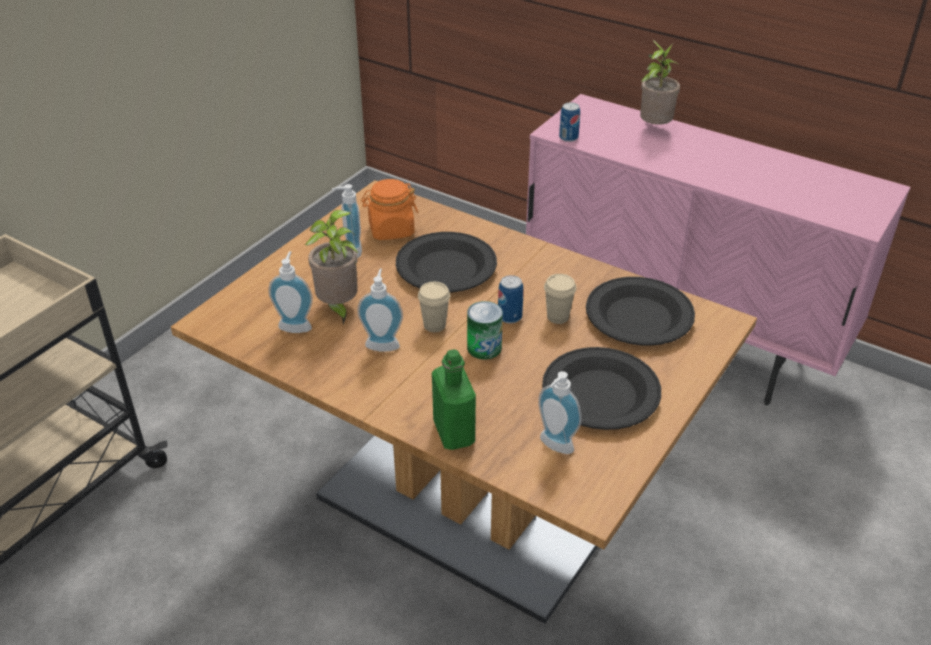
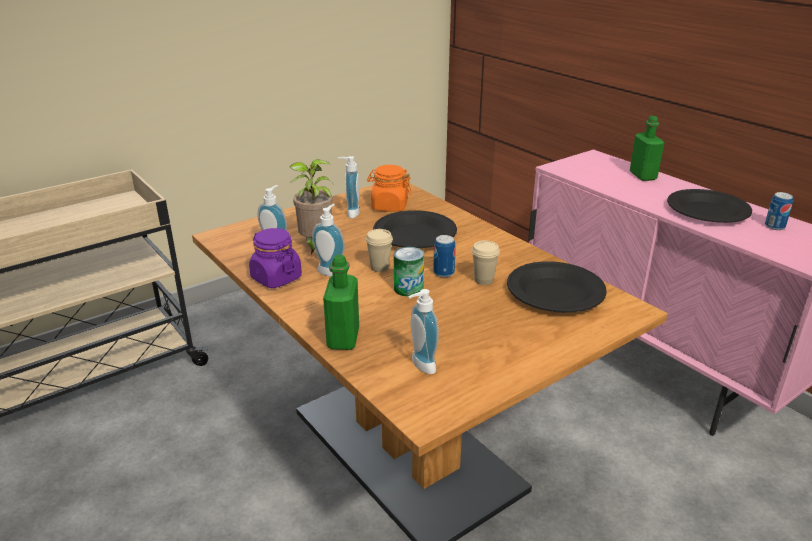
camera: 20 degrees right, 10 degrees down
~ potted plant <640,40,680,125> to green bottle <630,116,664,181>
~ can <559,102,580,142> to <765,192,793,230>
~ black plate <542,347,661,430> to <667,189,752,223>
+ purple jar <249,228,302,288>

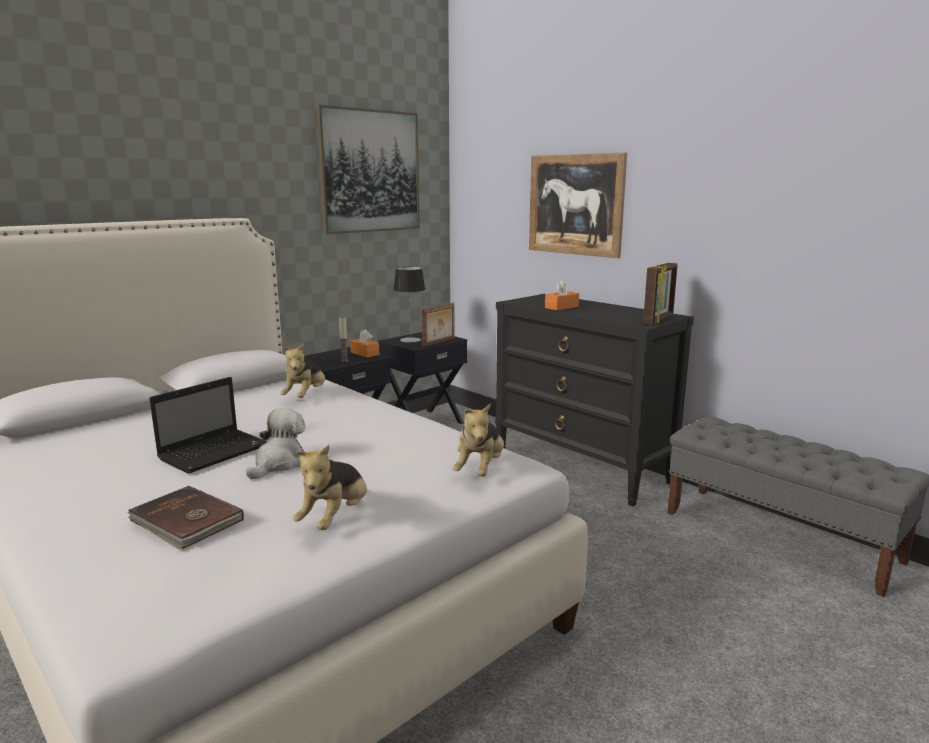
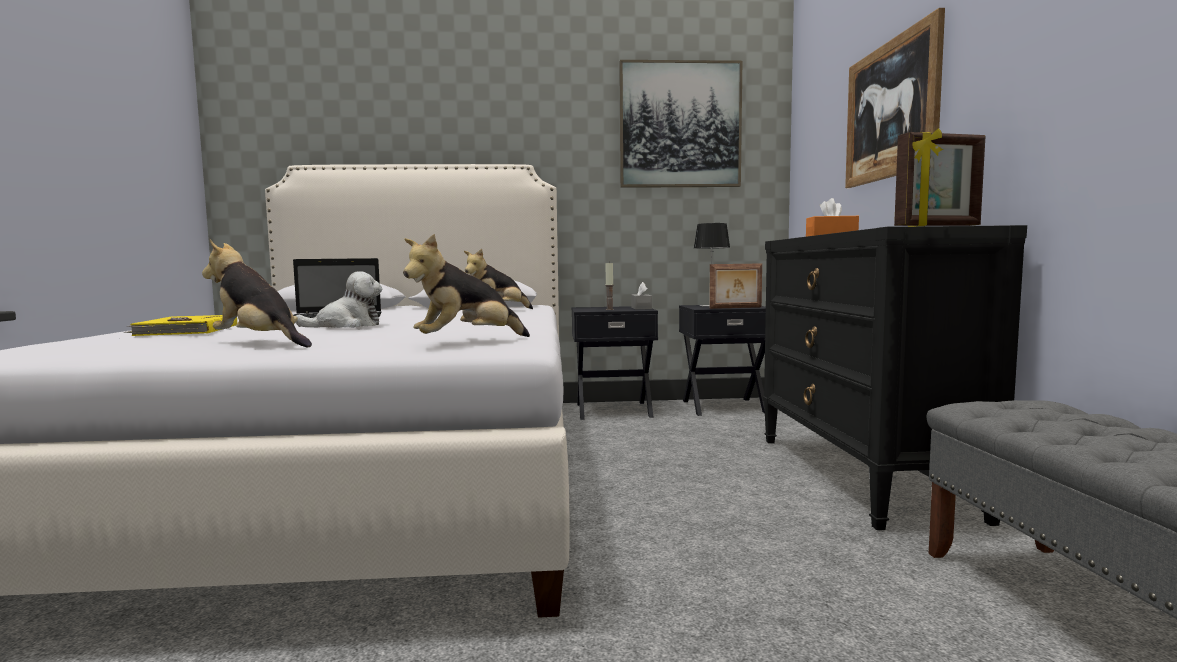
camera: 40 degrees right, 10 degrees down
~ orange tissue box <350,330,379,358> to grey tissue box <631,282,652,310>
~ plush toy <293,445,367,530> = <202,239,312,347> 60 degrees clockwise
~ brown book <127,486,244,549> to yellow book <124,315,237,336>

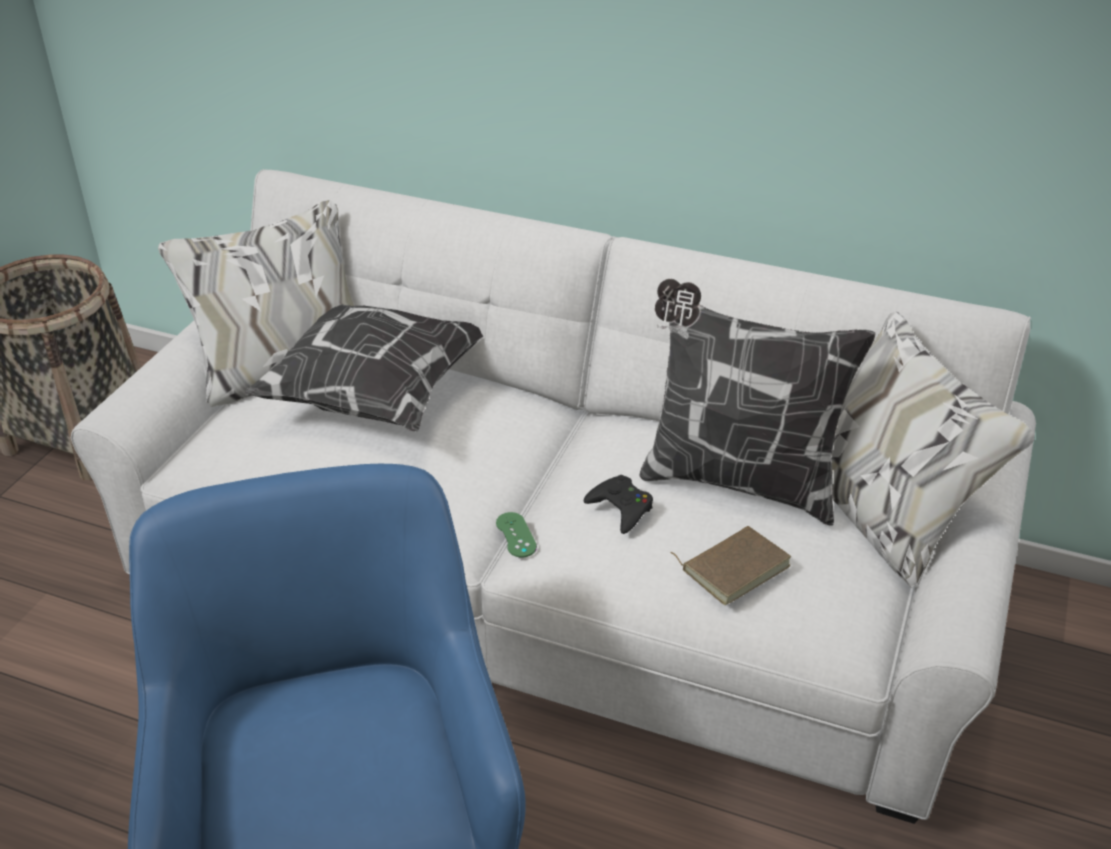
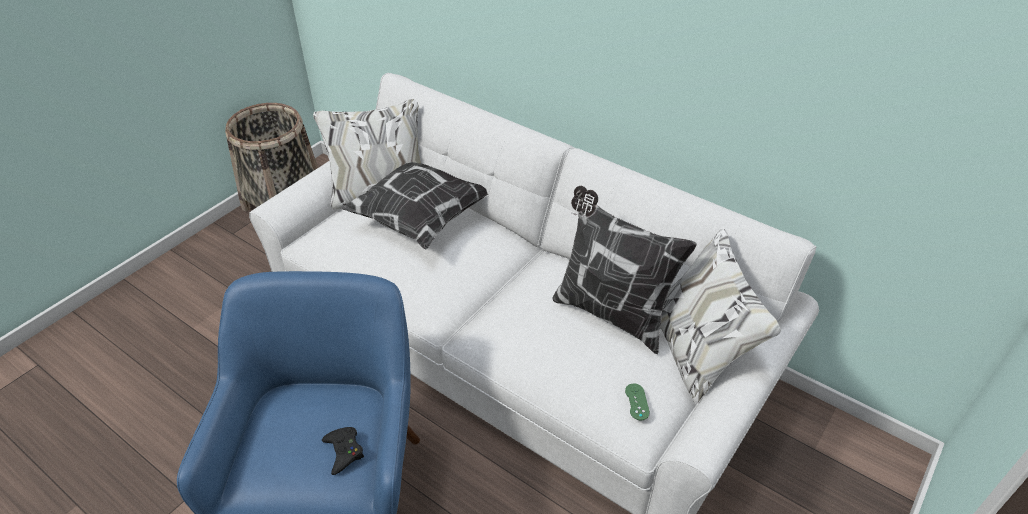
camera: 15 degrees right, 5 degrees up
~ black game controller <584,475,653,534> to <322,427,364,475>
~ green game controller <496,512,537,558> to <625,383,650,420>
- brown book <670,526,791,605>

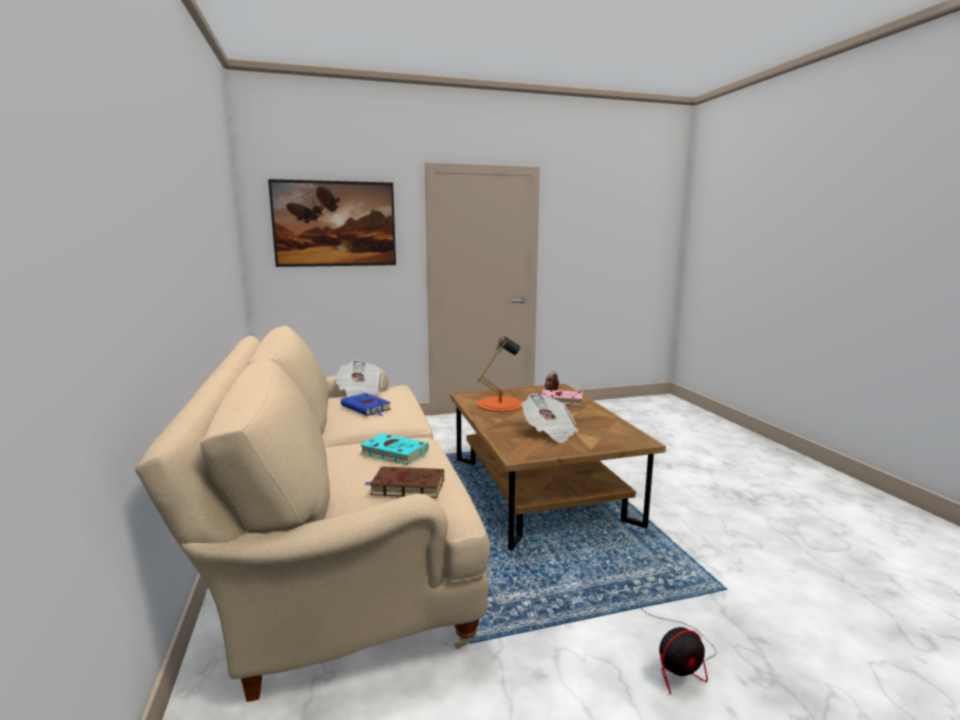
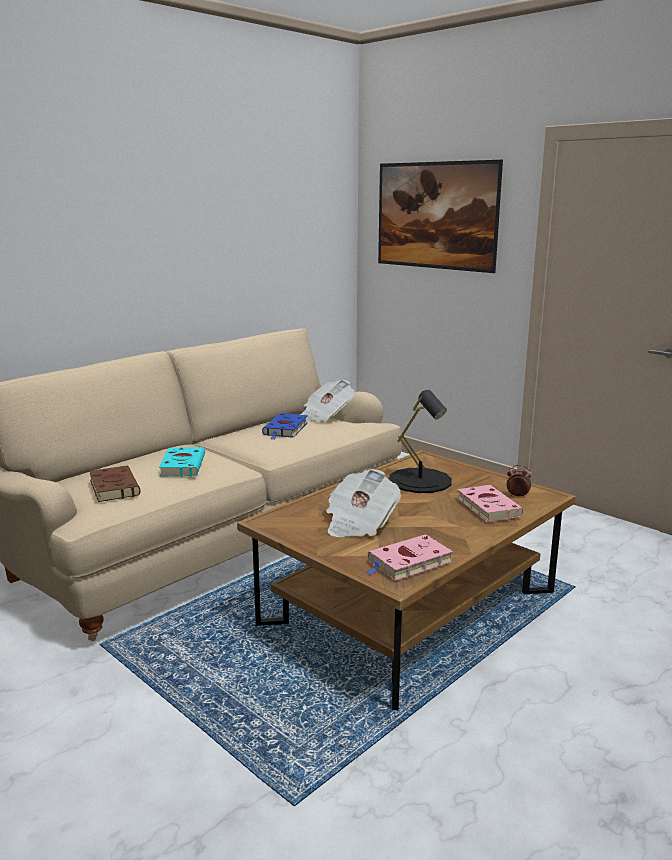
camera: 60 degrees right, 5 degrees up
~ orange table lamp <477,336,522,412> to black table lamp <389,390,452,493>
- fan <643,610,716,694>
+ pink book <366,534,453,581>

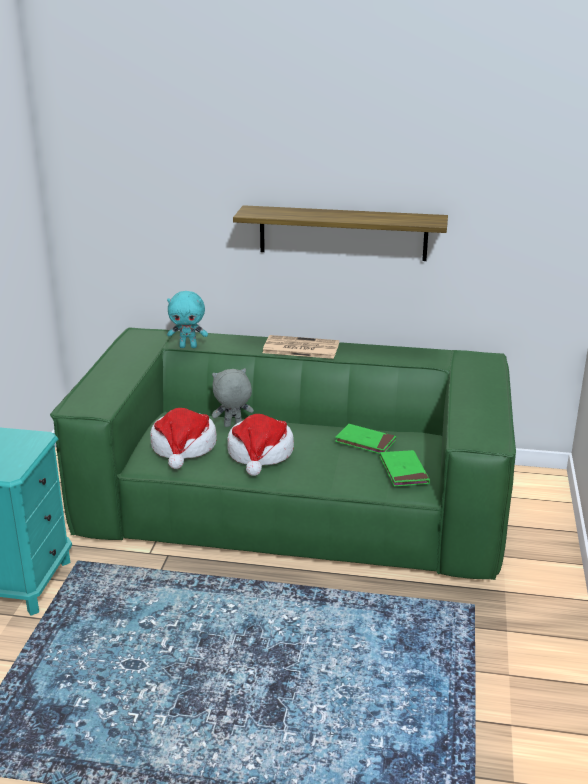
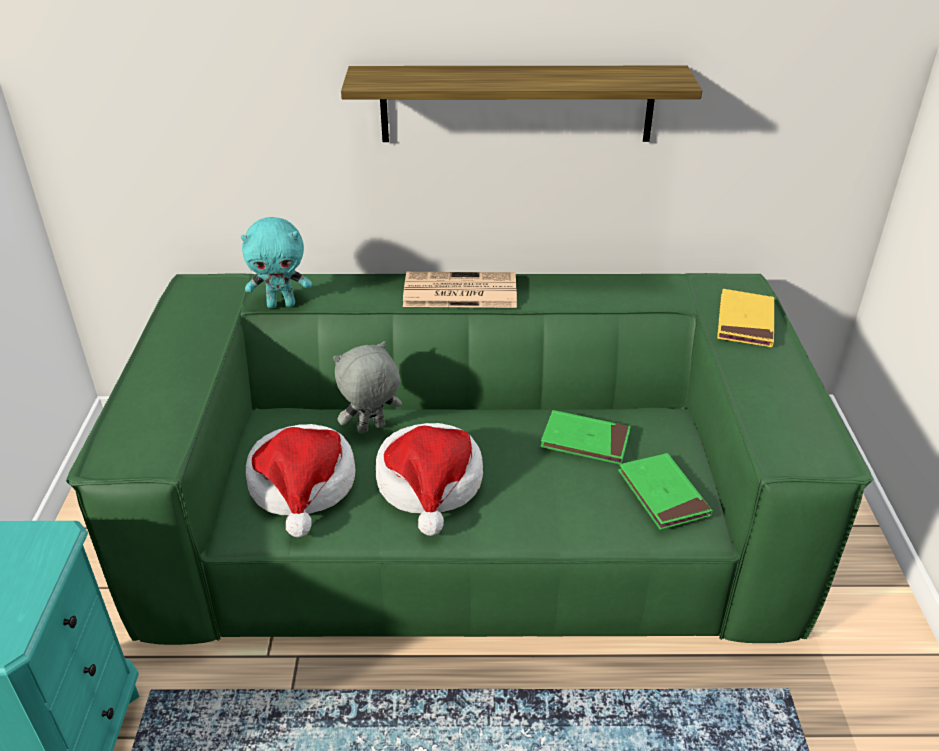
camera: 10 degrees left, 10 degrees up
+ yellow book <717,289,774,347>

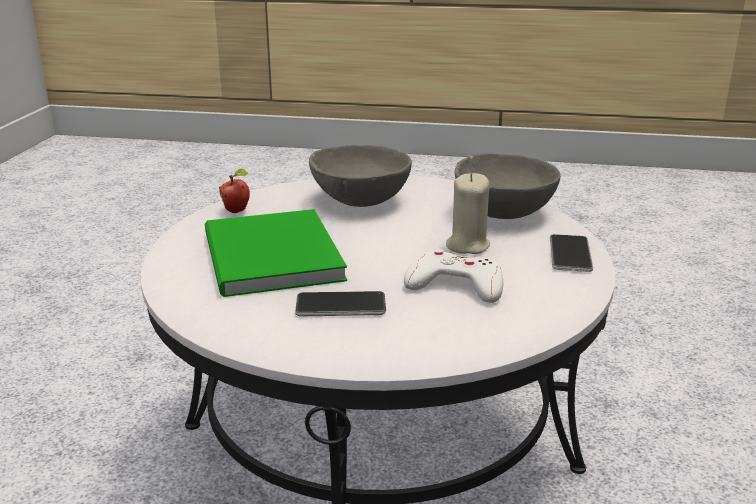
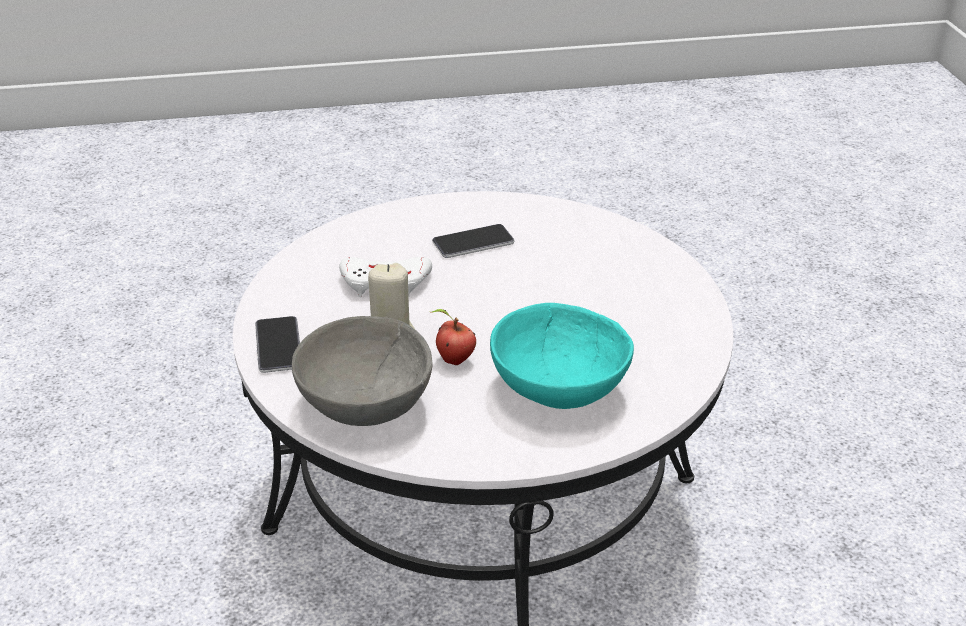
camera: 160 degrees right, 10 degrees up
~ grey bowl <309,145,412,207> to turquoise bowl <490,303,634,409>
~ apple <219,169,250,213> to <431,309,476,365>
- green book <205,209,347,297>

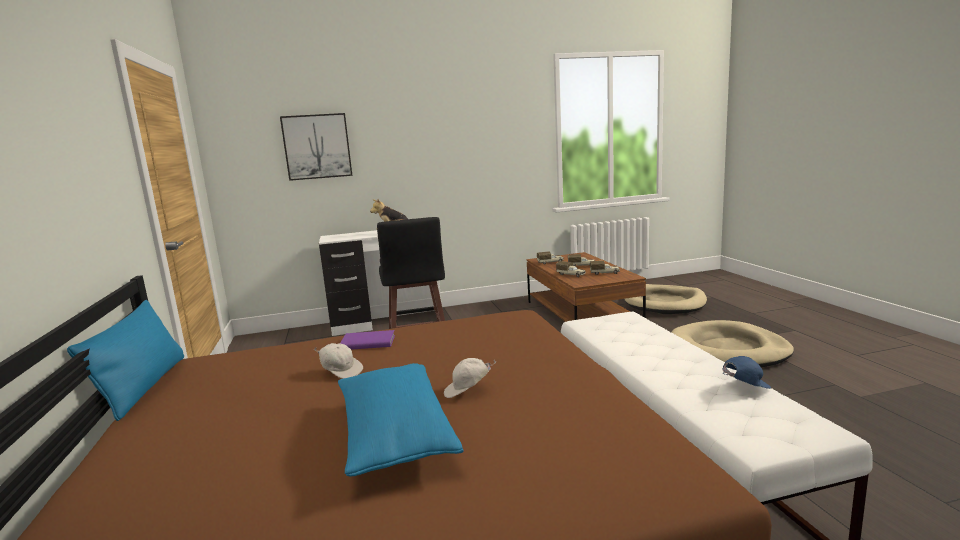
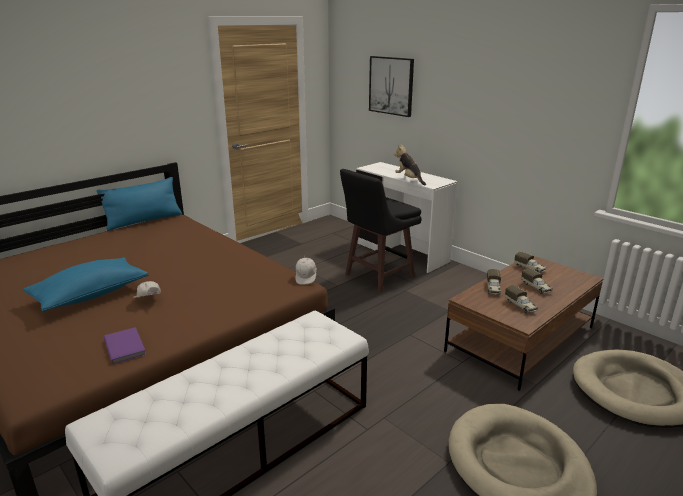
camera: 60 degrees right, 10 degrees up
~ purple book <340,330,395,350> to <104,327,146,364>
~ white cap <314,343,363,379> to <295,256,317,285>
- blue cap <722,356,771,389>

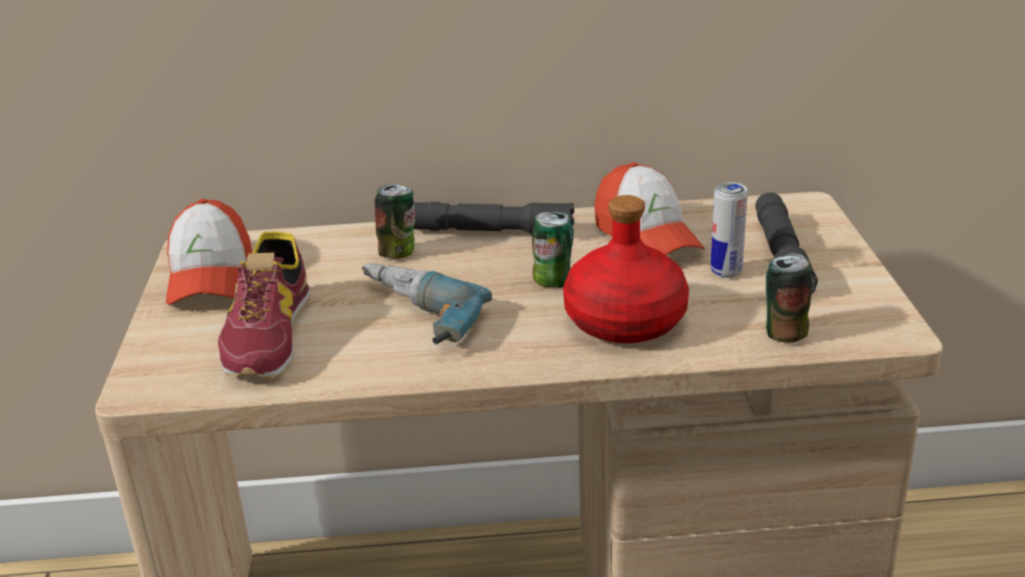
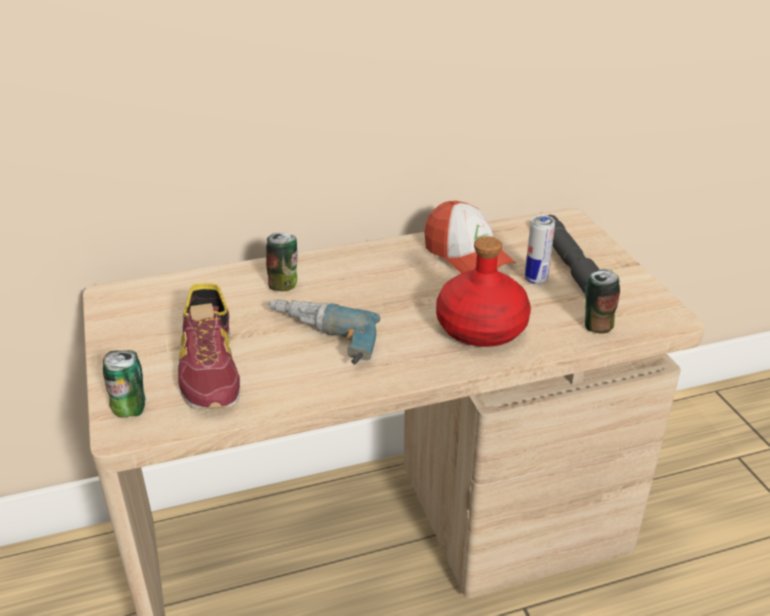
camera: 15 degrees left, 5 degrees up
- cap <166,199,252,305>
- grey flashlight <414,202,574,234>
~ can <532,211,574,287> to <103,350,145,418>

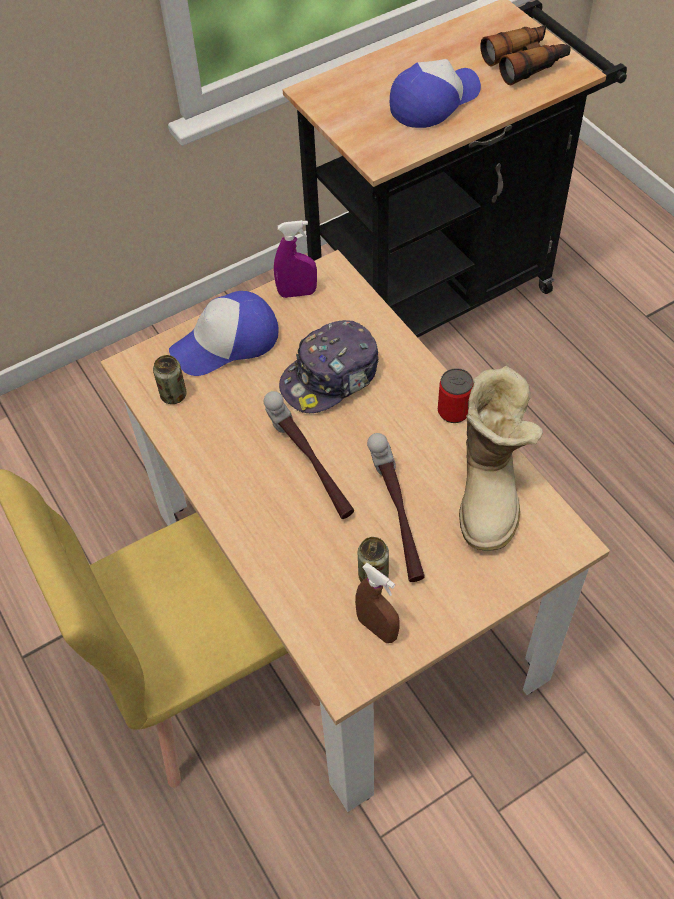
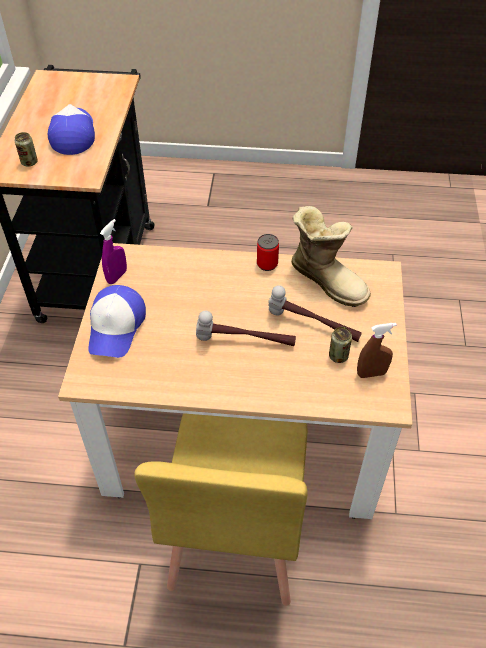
camera: 55 degrees left, 5 degrees down
- binoculars <480,25,571,85>
- cap <279,320,379,413>
~ can <153,355,187,404> to <15,132,38,166>

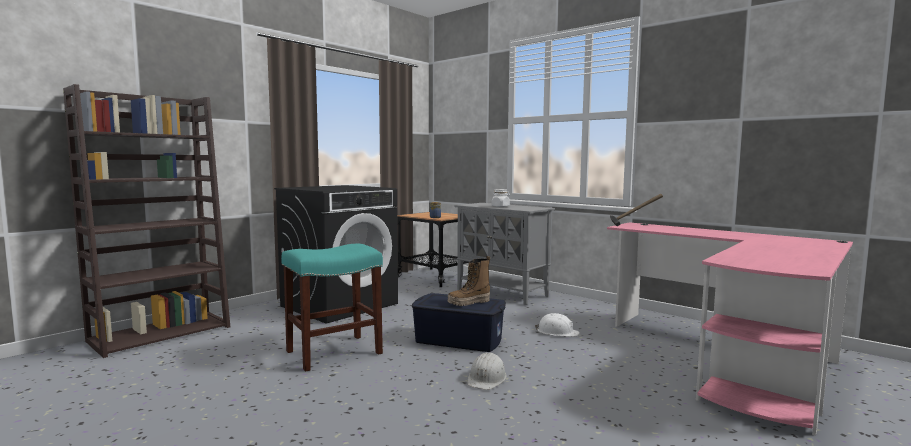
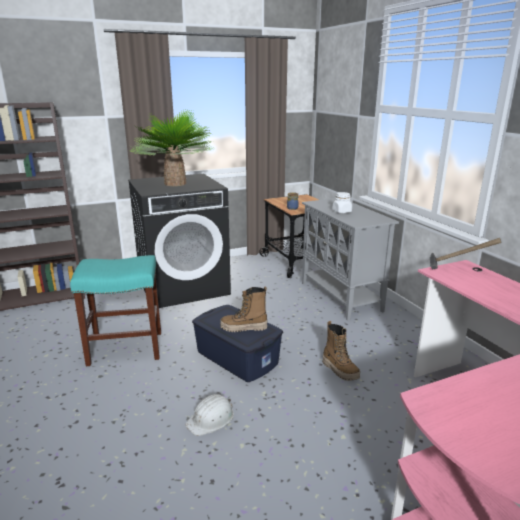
camera: 25 degrees right, 15 degrees up
~ white hard hat <535,313,580,337> to boot <322,321,360,381>
+ potted plant <130,109,214,186>

